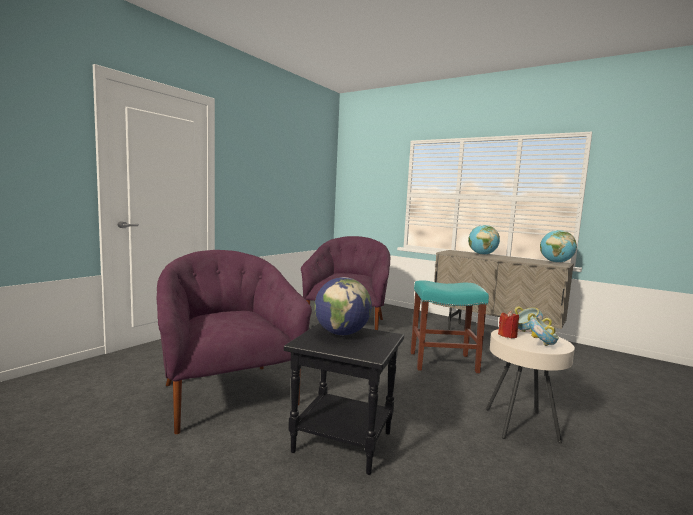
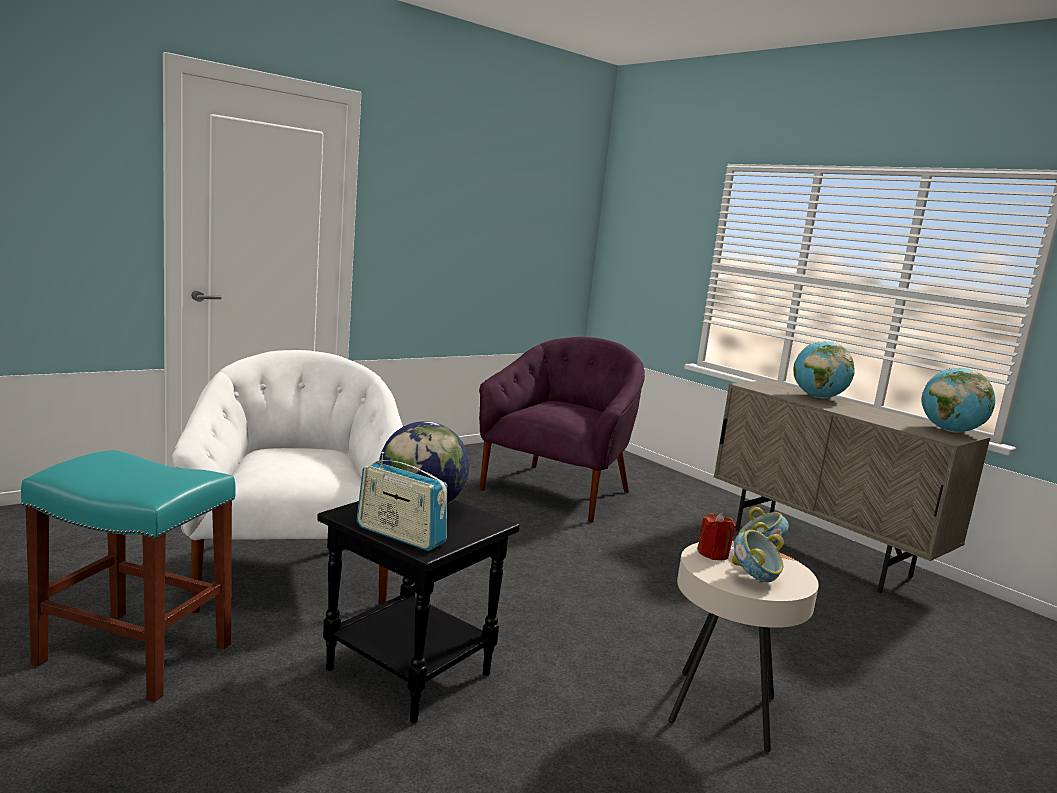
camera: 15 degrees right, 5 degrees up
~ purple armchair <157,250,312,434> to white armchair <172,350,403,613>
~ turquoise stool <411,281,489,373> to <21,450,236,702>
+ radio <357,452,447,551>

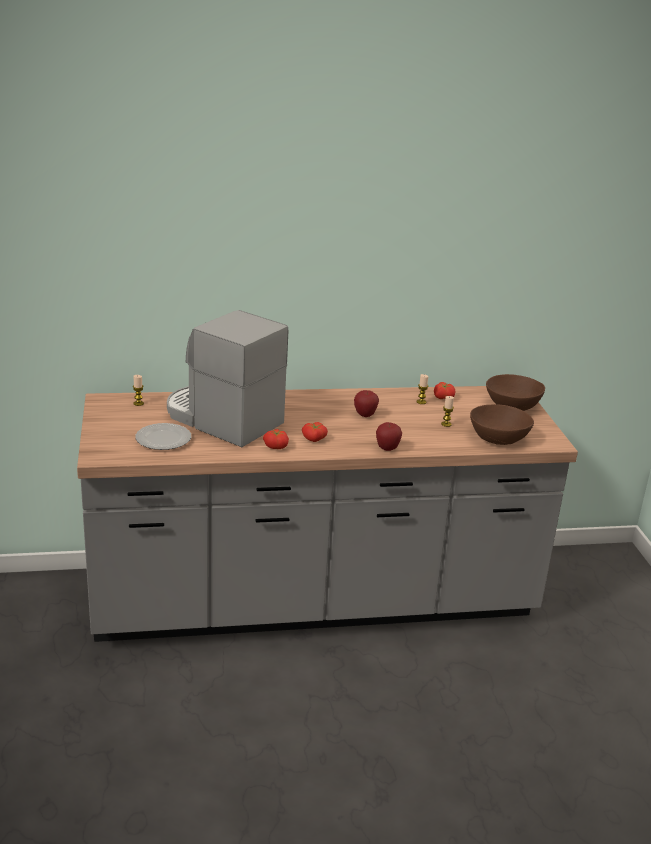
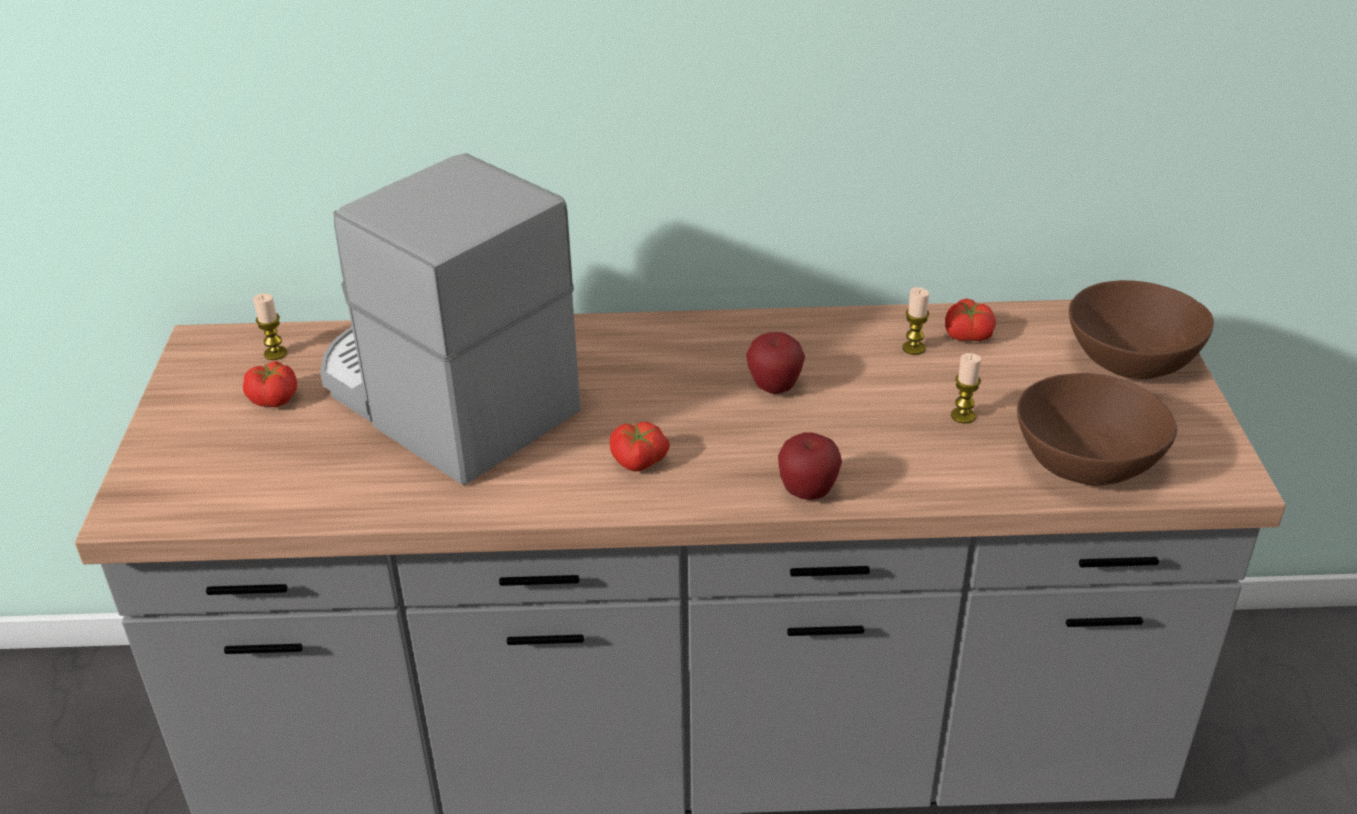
camera: 10 degrees right, 10 degrees up
- plate <135,423,191,450>
~ tomato <263,429,289,449> to <243,361,297,407>

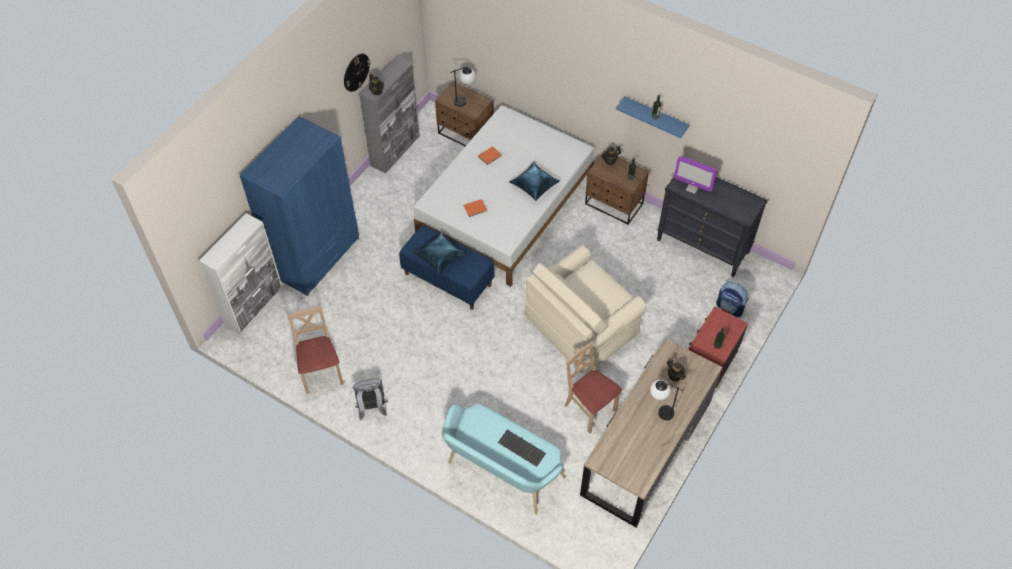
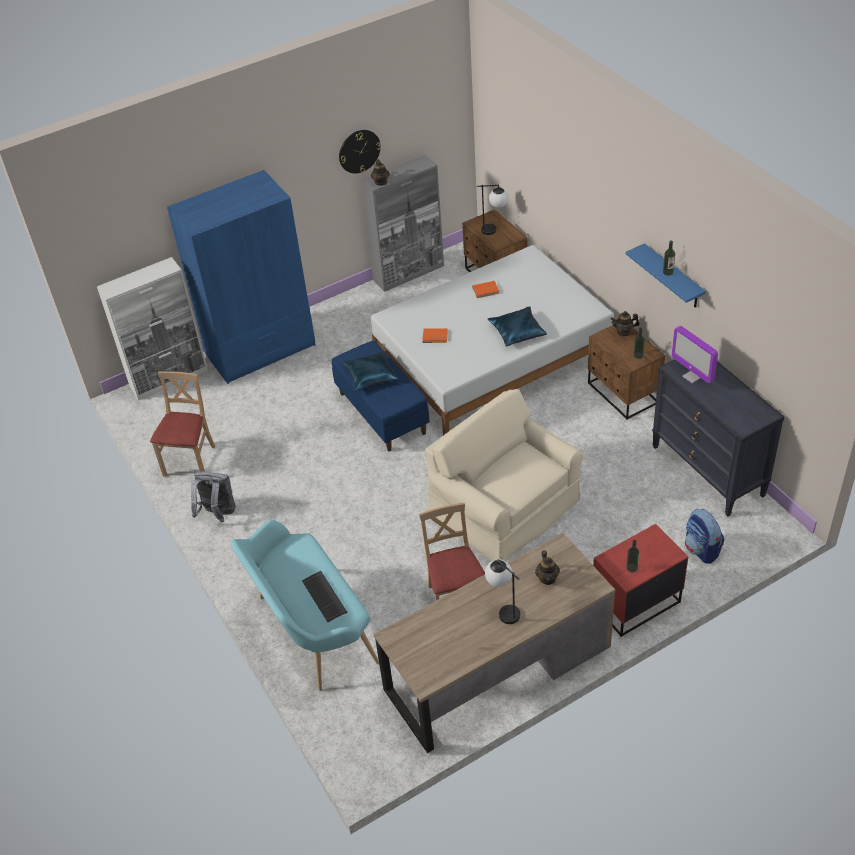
camera: 30 degrees right, 10 degrees down
~ beige armchair <524,245,646,374> = <425,389,583,561> 60 degrees clockwise

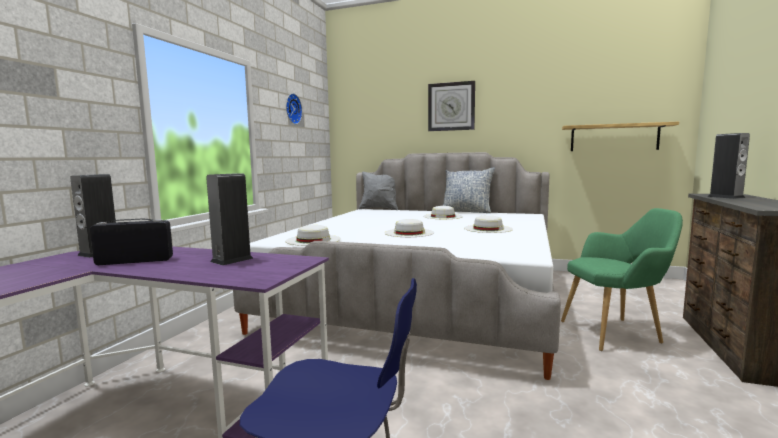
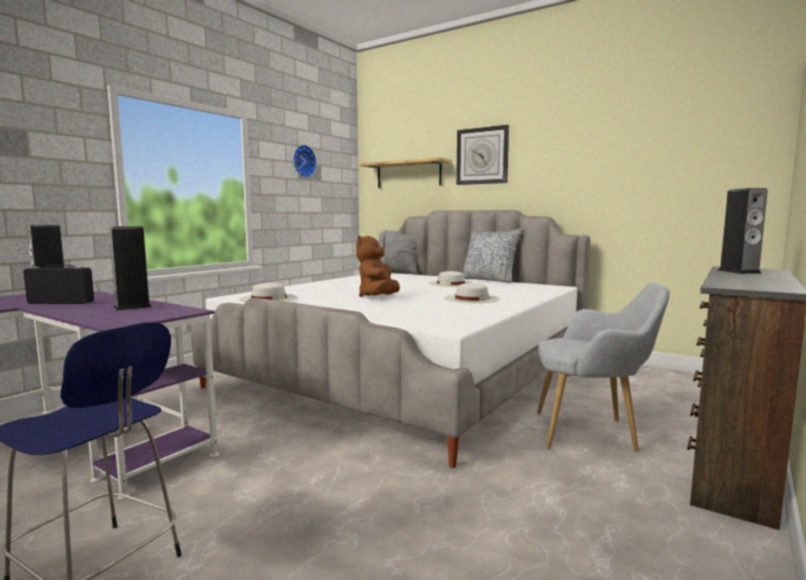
camera: 15 degrees right, 0 degrees up
~ shelf <562,122,679,151> to <359,157,450,188>
~ green armchair <561,208,683,351> to grey armchair <537,283,670,451>
~ white hat <385,219,434,237> to brown plush toy <356,235,400,297>

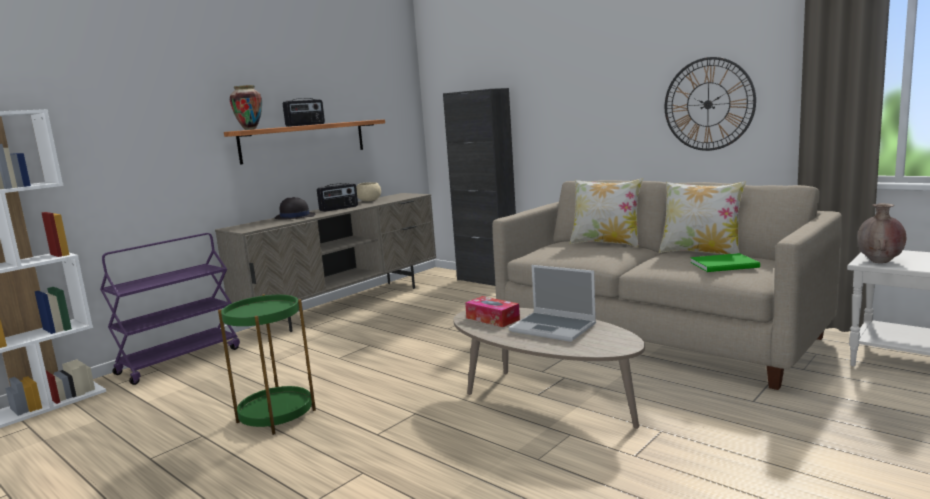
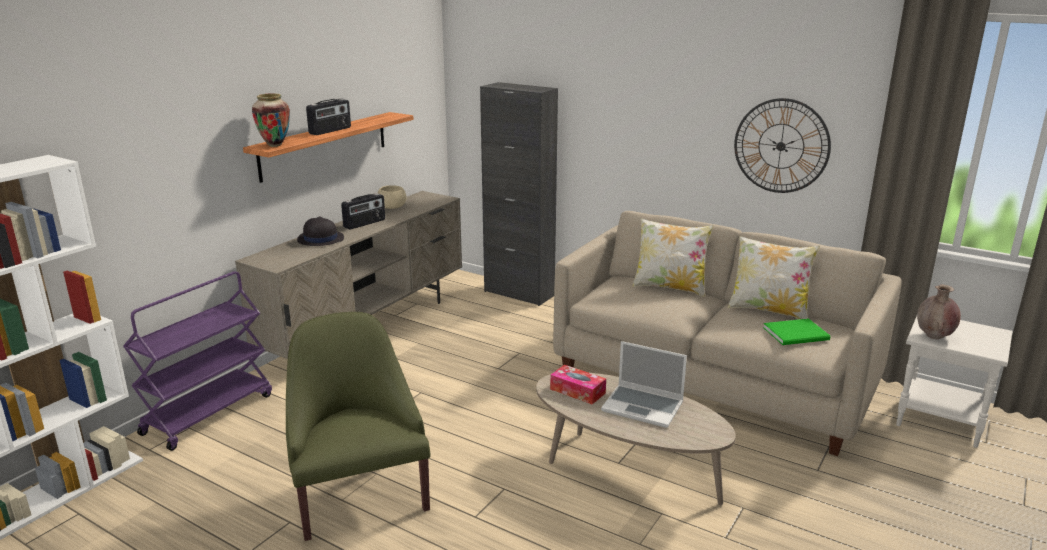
camera: 10 degrees left, 10 degrees up
~ green side table <218,294,316,435> to green armchair <286,312,430,541>

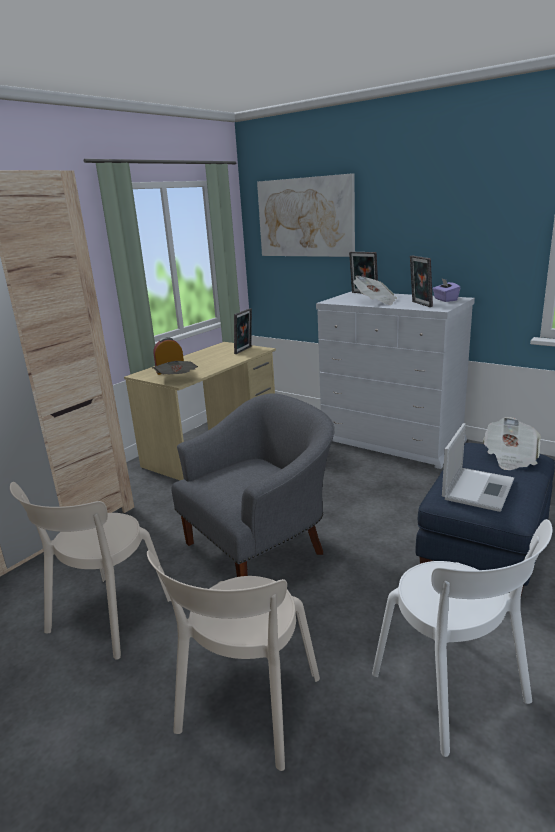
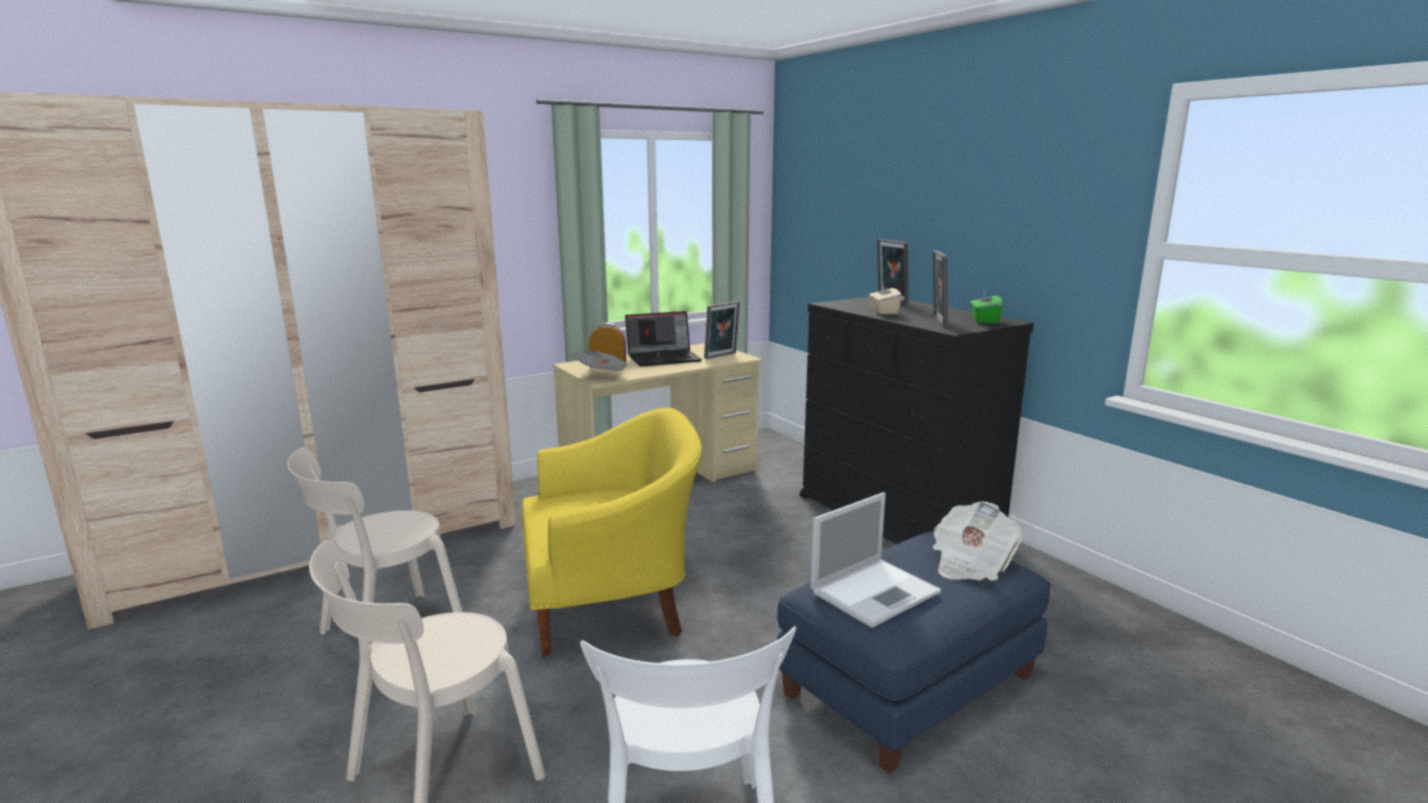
camera: 20 degrees right, 5 degrees down
- picture <257,173,355,257>
~ newspaper <353,276,397,305> to beige tissue box <869,281,902,314>
~ purple tissue box <432,279,460,302> to green tissue box <971,290,1003,323>
~ white dresser <316,291,475,469> to black dresser <800,297,1034,544>
~ grey armchair <171,393,335,577> to yellow armchair <522,408,701,657>
+ laptop <625,311,702,366>

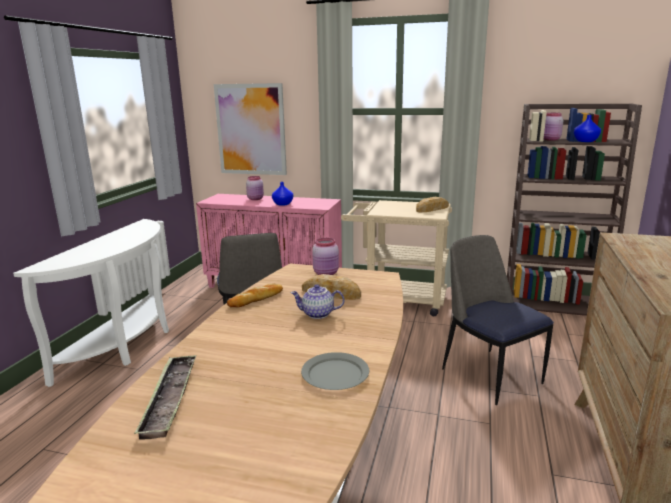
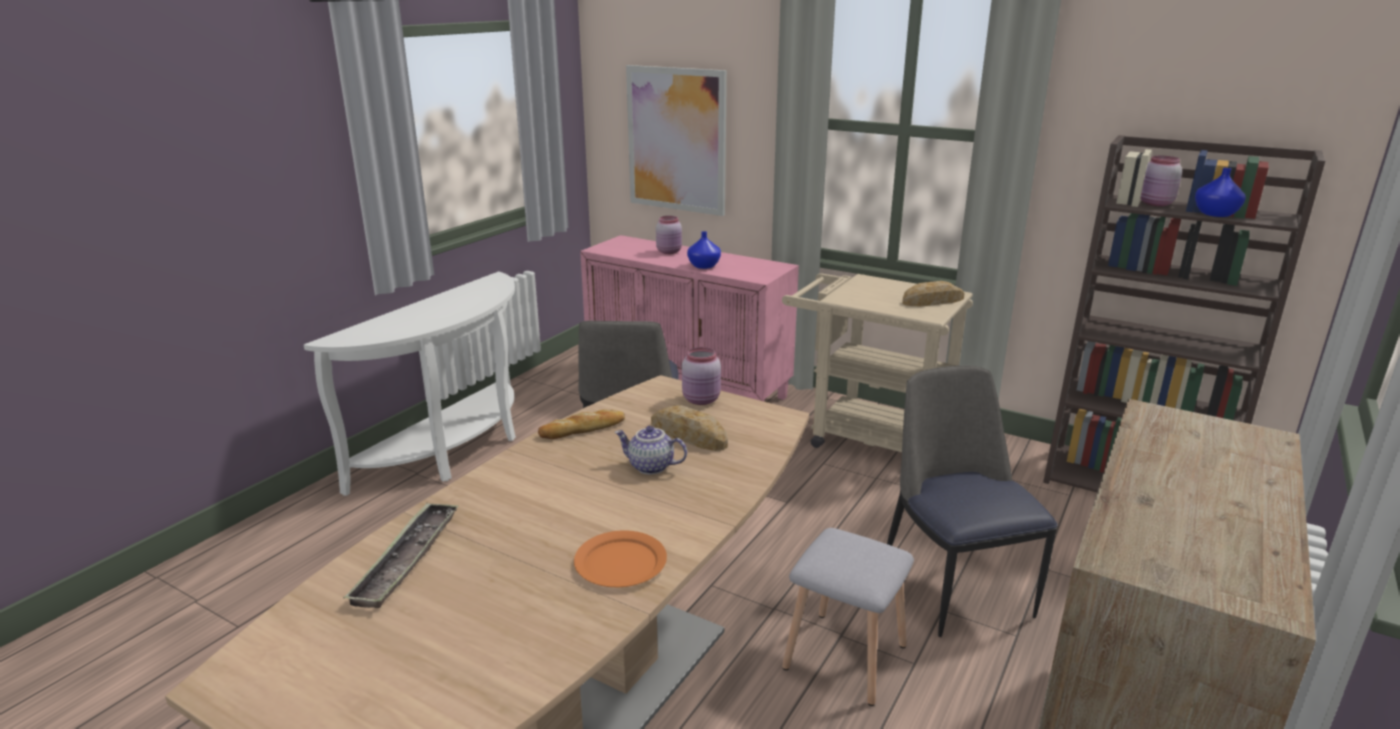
camera: 15 degrees right, 5 degrees up
~ grey plate <301,352,369,390> to orange plate <574,530,667,587>
+ grey stool <782,528,914,706>

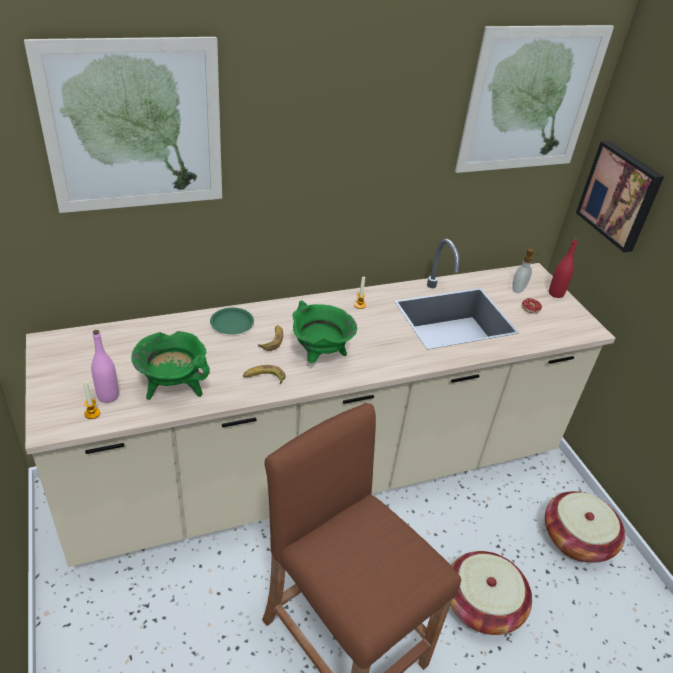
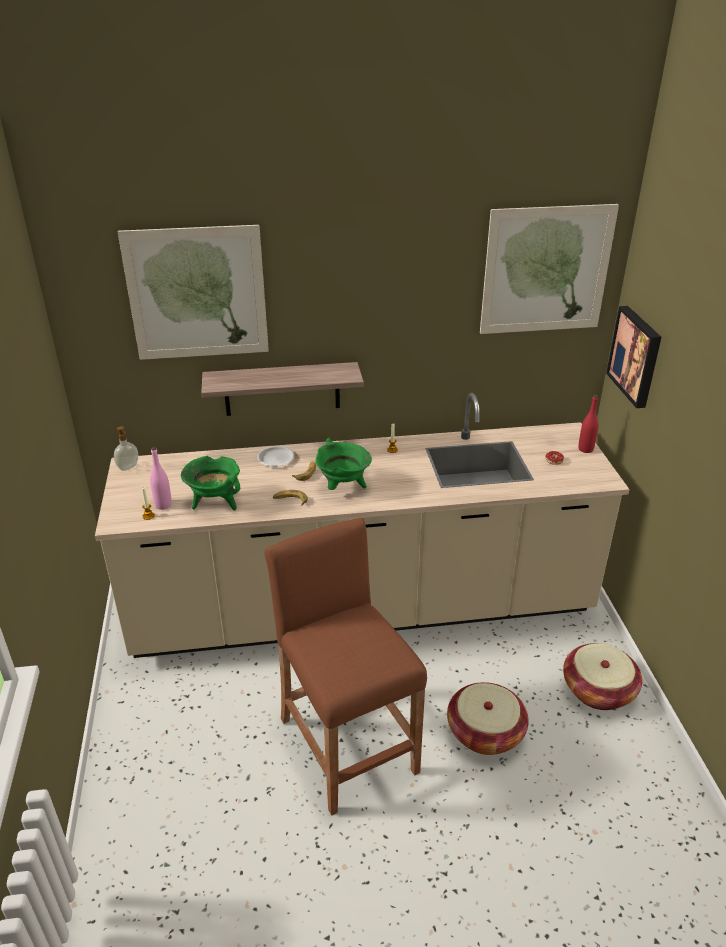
camera: 15 degrees right, 5 degrees down
~ soap dispenser <512,248,539,293> to <114,426,138,471>
~ green plate <210,308,254,335> to white plate <257,446,295,467>
+ shelf <201,362,364,416>

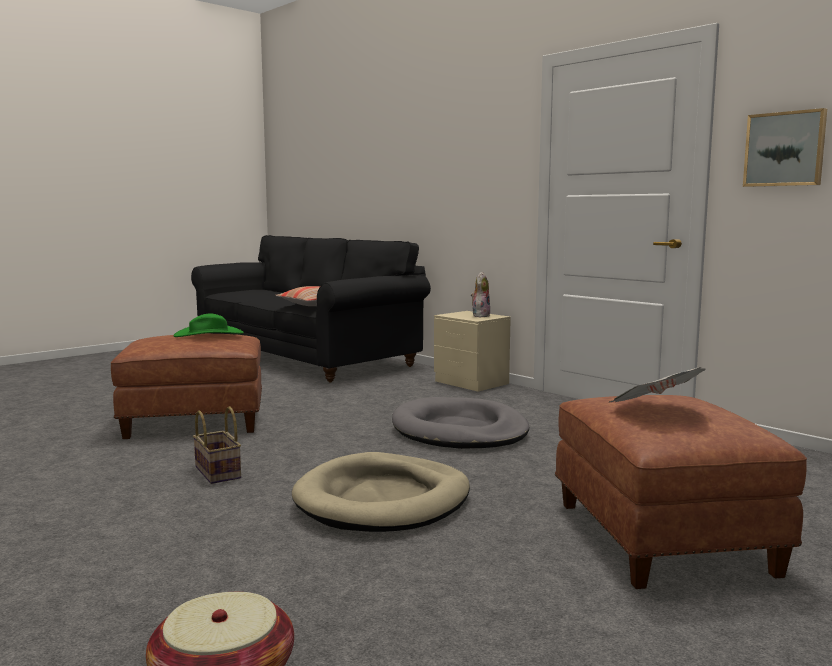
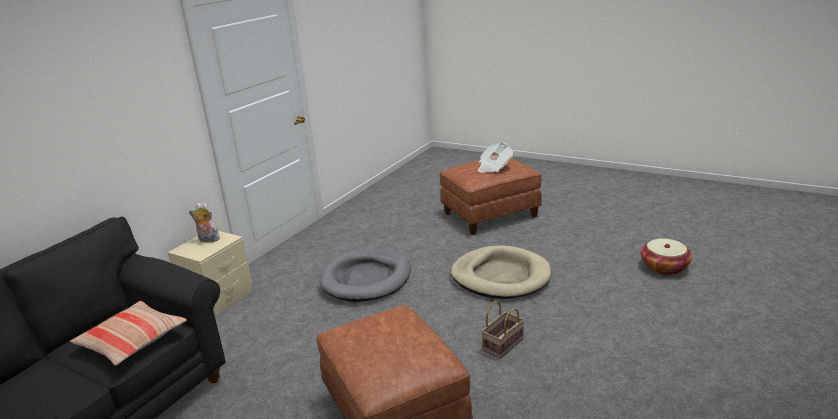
camera: 105 degrees left, 15 degrees up
- picture <743,108,827,187>
- green hat <174,314,244,337>

